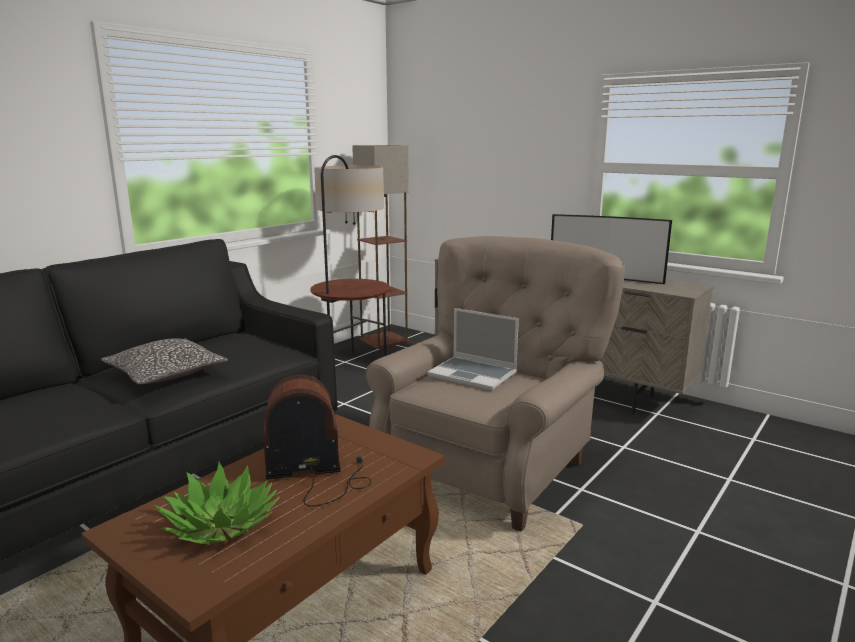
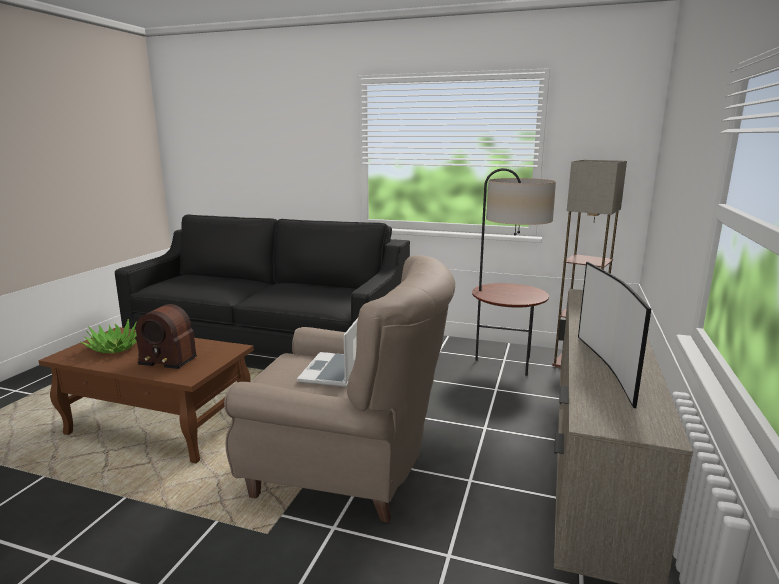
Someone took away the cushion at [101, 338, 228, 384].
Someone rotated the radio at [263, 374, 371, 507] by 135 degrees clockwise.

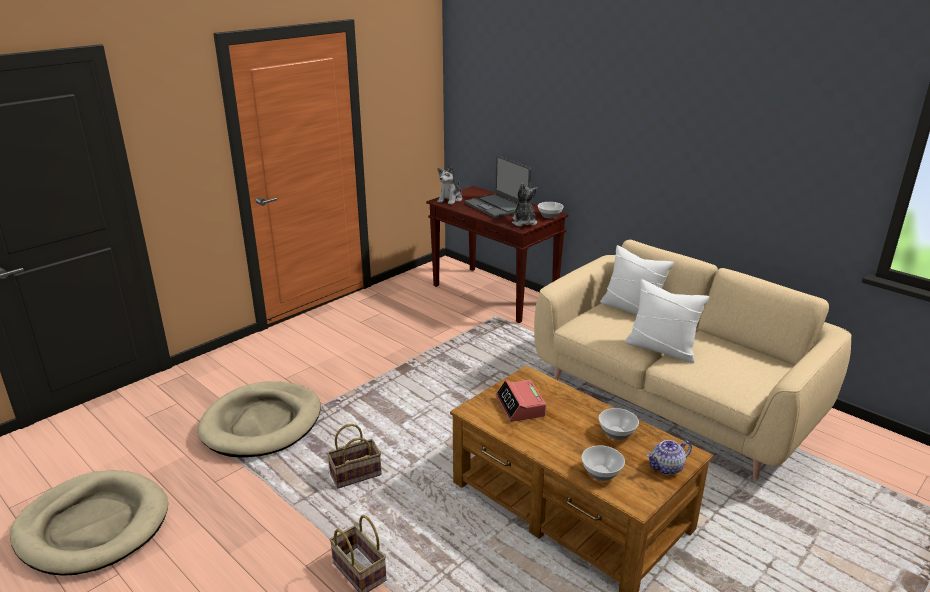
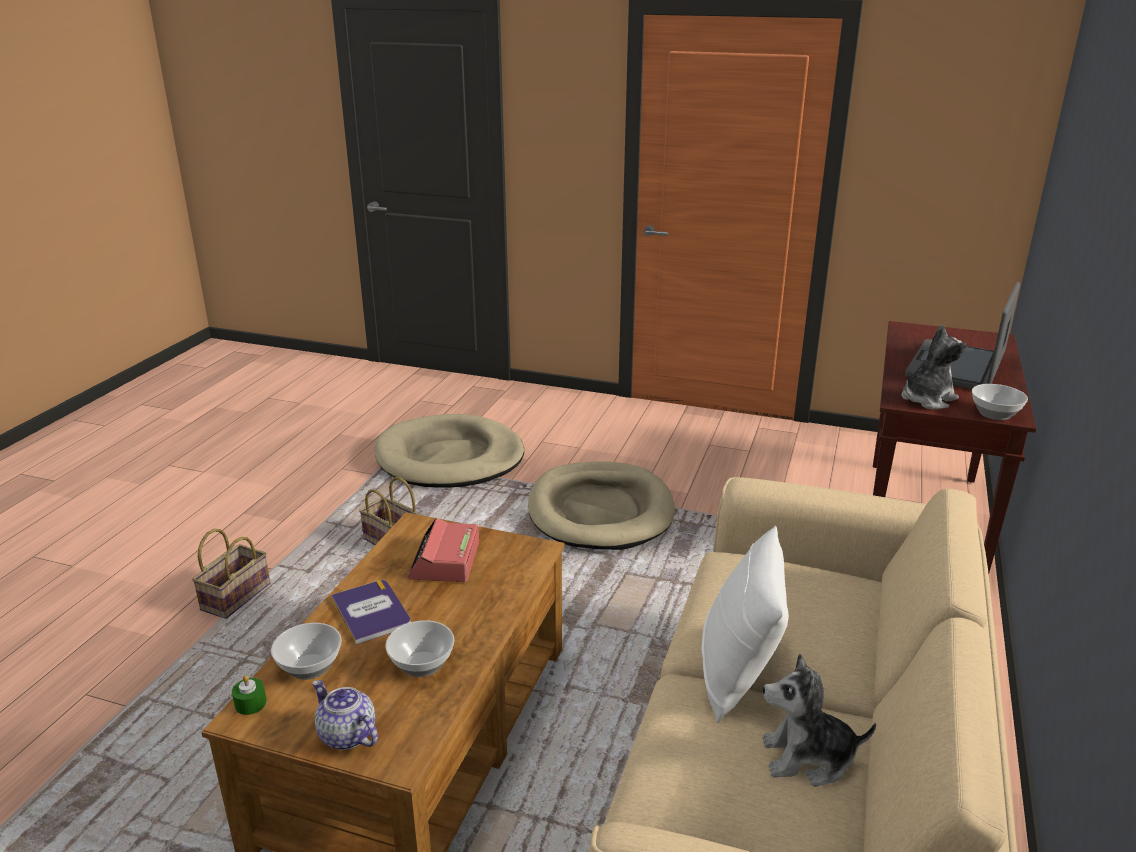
Someone took away the whitish cushion at [600, 245, 674, 315].
Someone put down the green wax light at [232, 675, 267, 715].
Someone put down the bound book at [331, 580, 410, 645].
Someone carried the sand-coloured dog bed from [10, 470, 168, 576] to [528, 461, 675, 550].
Someone carried the soft toy from [437, 165, 462, 205] to [762, 653, 876, 786].
Someone rotated the alarm clock at [496, 380, 546, 422] by 45 degrees counterclockwise.

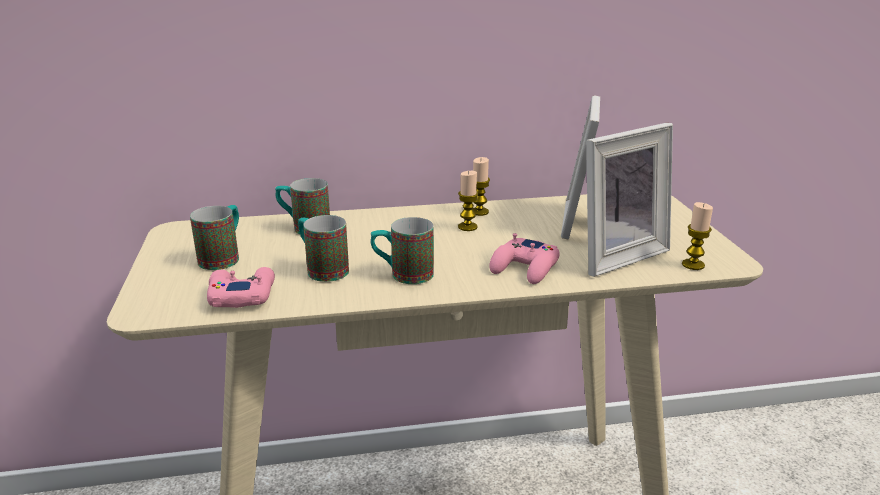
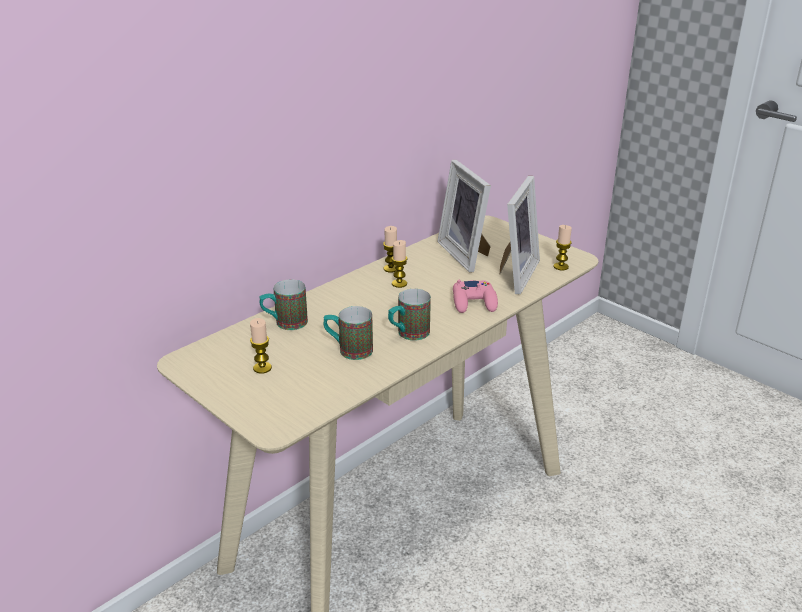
Someone took away the pink game controller at [207, 267, 275, 308].
Someone swapped the tea mug at [190, 205, 239, 270] for the wax light at [250, 318, 272, 374].

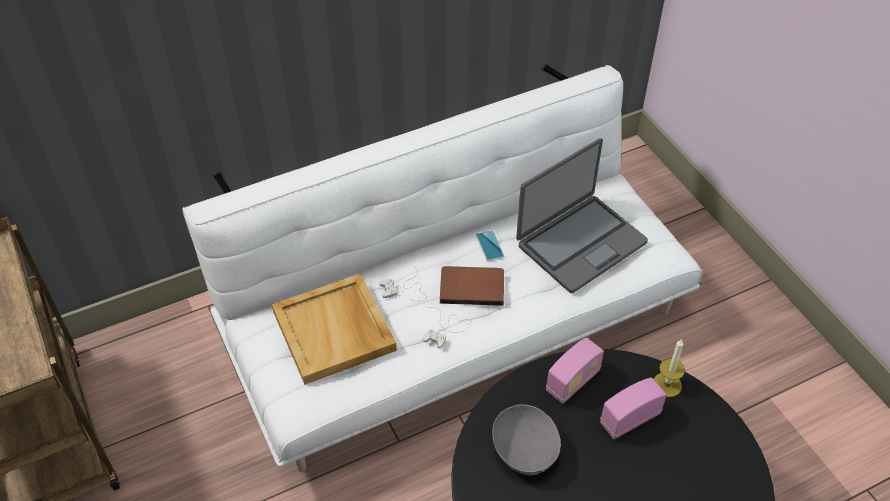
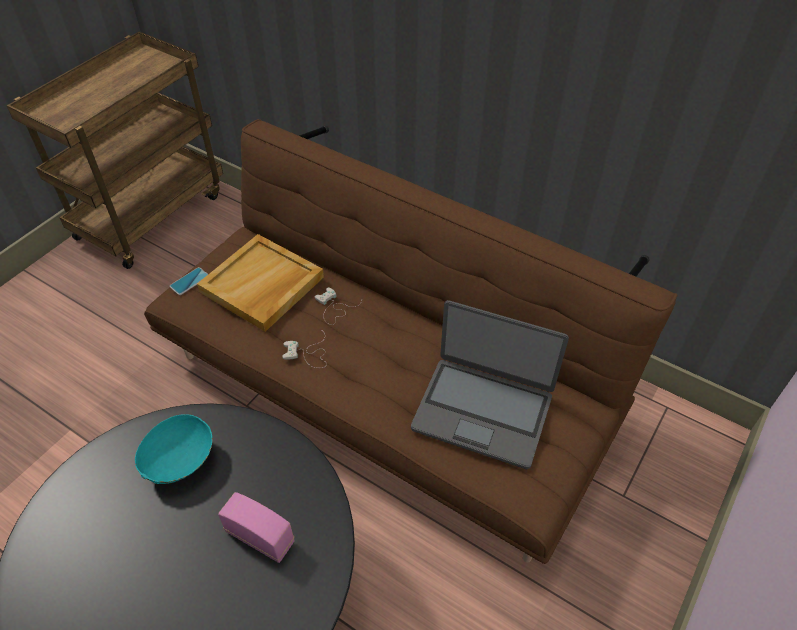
Someone took away the brown-coloured bound book at [440, 266, 504, 306].
Someone took away the radio at [546, 338, 604, 404].
Someone took away the wax light at [654, 339, 685, 397].
Someone carried the telephone from [476, 230, 504, 261] to [170, 267, 208, 295].
Someone repainted the whitish settee at [182, 64, 702, 472], which became the brown-coloured settee at [144, 119, 678, 564].
Someone repainted the grey bowl at [492, 404, 561, 475], which became the blue-green bowl at [135, 414, 213, 484].

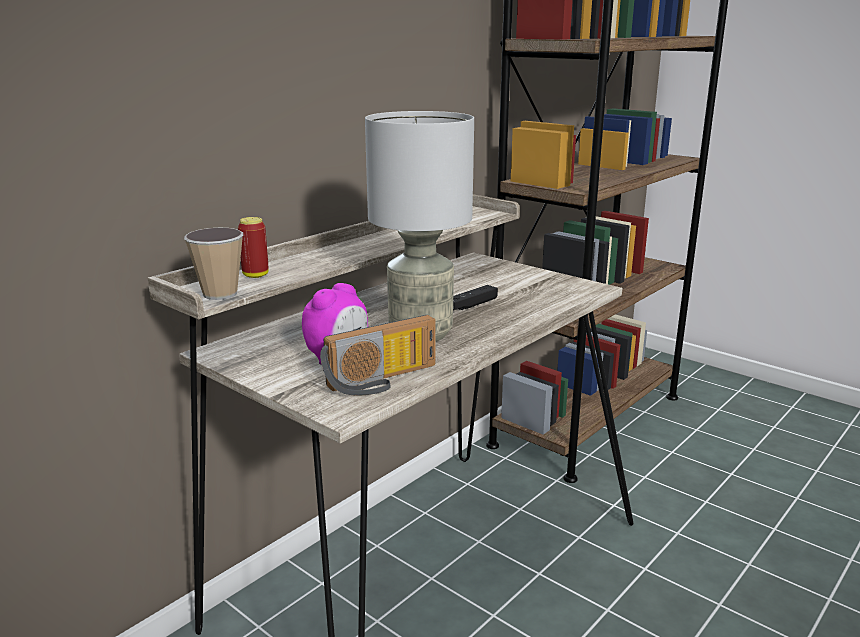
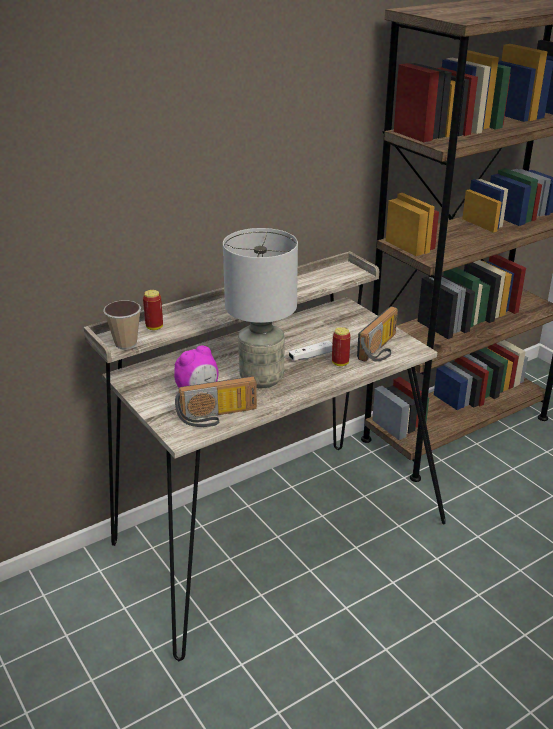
Someone put down the sealed can at [332, 327, 351, 366].
Someone put down the radio at [357, 306, 398, 362].
Someone repainted the black-coloured game controller at [453, 285, 498, 310], which became the whitish game controller at [289, 340, 332, 361].

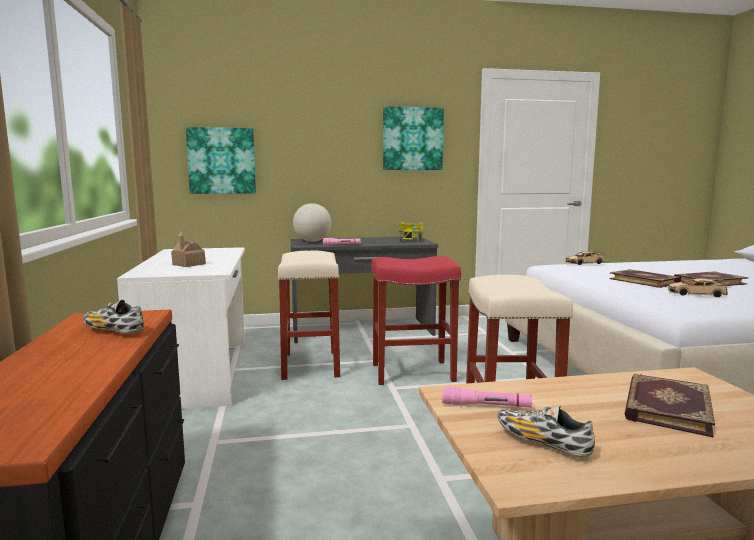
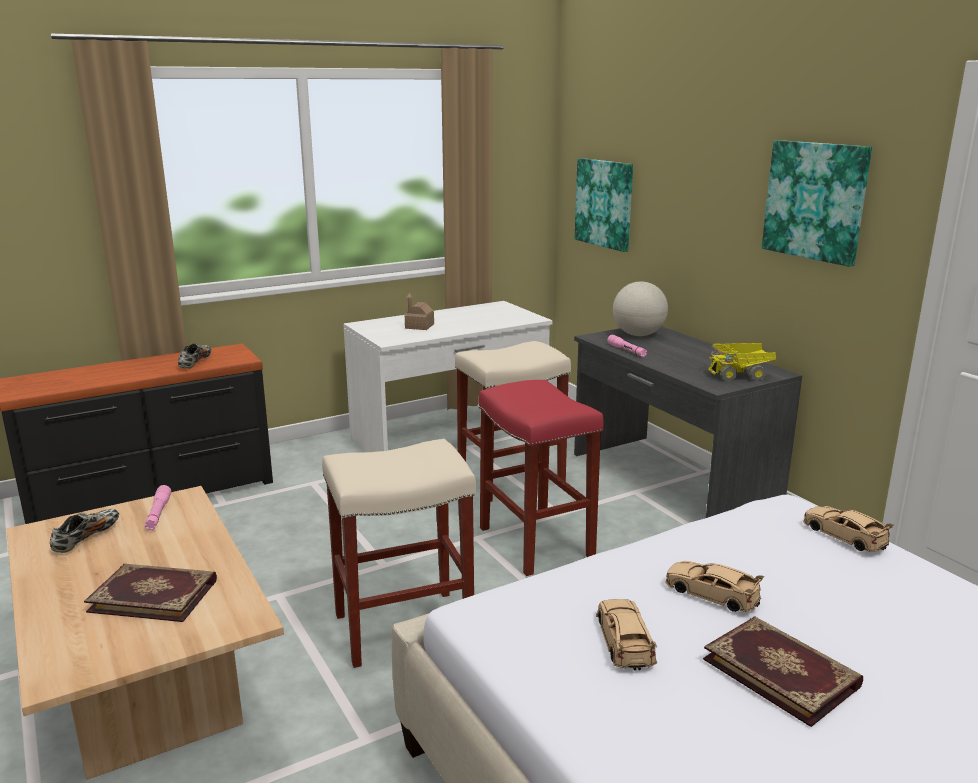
Someone swapped the bound book at [609, 269, 681, 288] for the sand-coloured miniature car at [666, 561, 764, 612].

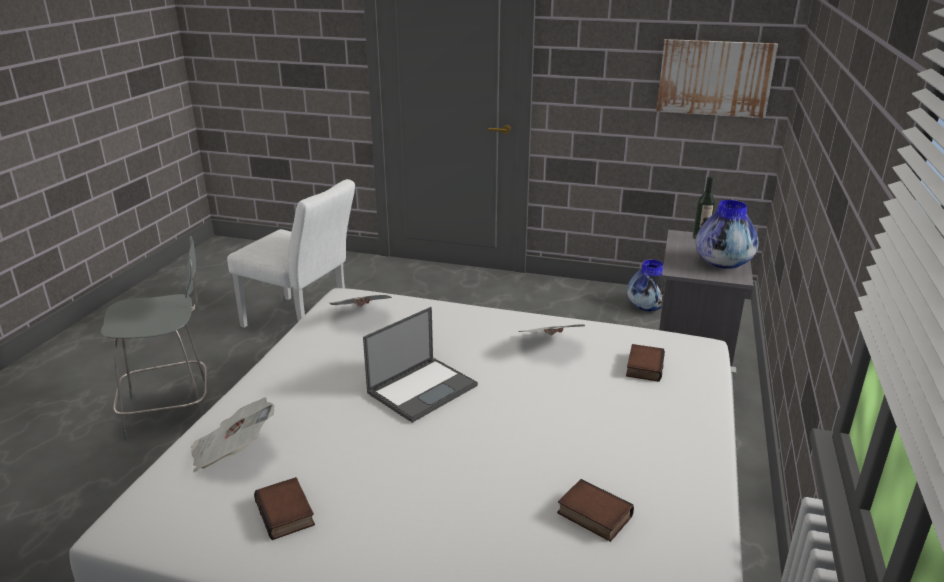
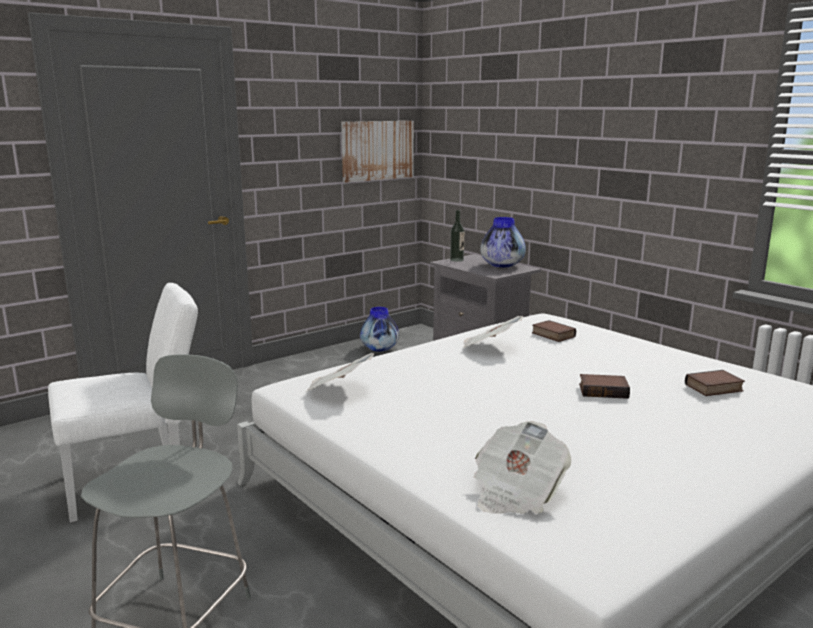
Someone took away the laptop at [363, 307, 478, 423].
Someone carried the bound book from [254, 477, 315, 540] to [579, 374, 630, 399].

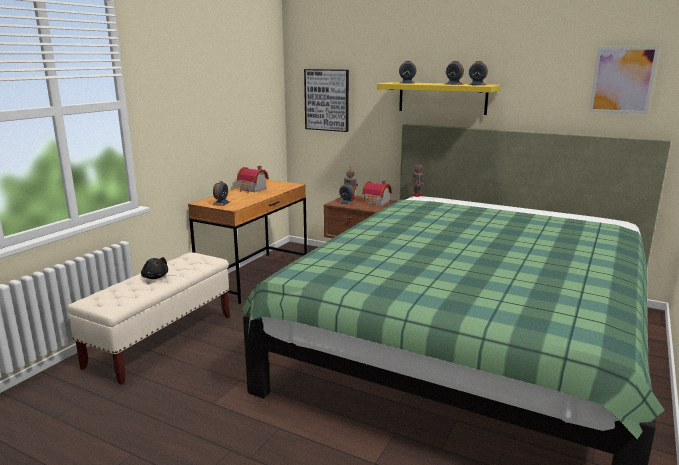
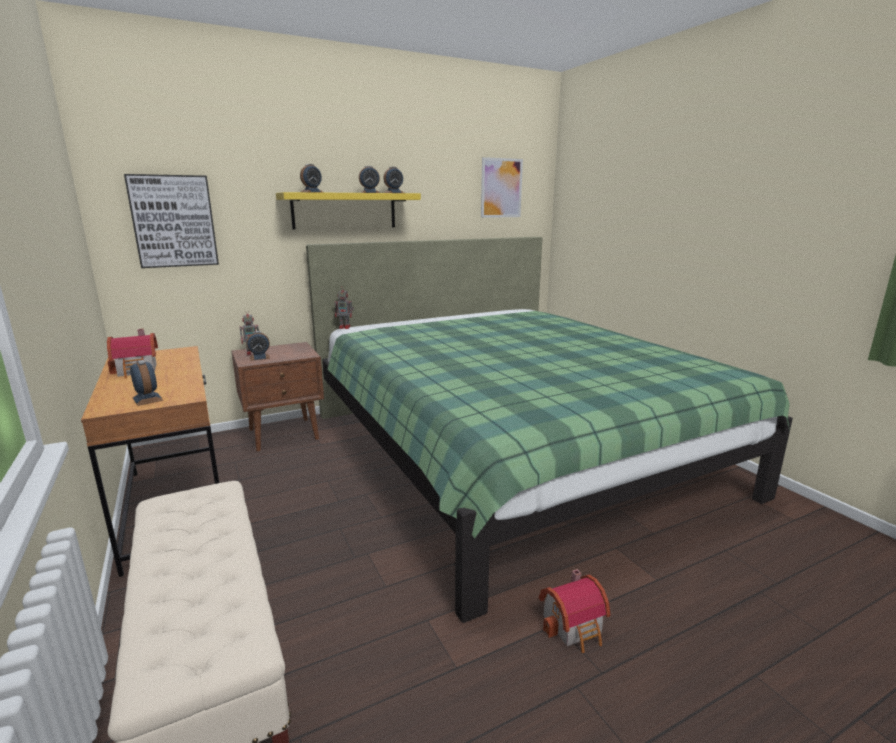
Someone took away the black-coloured soft toy at [141, 257, 168, 279].
Someone carried the miniature house from [362, 180, 392, 207] to [539, 569, 610, 653].

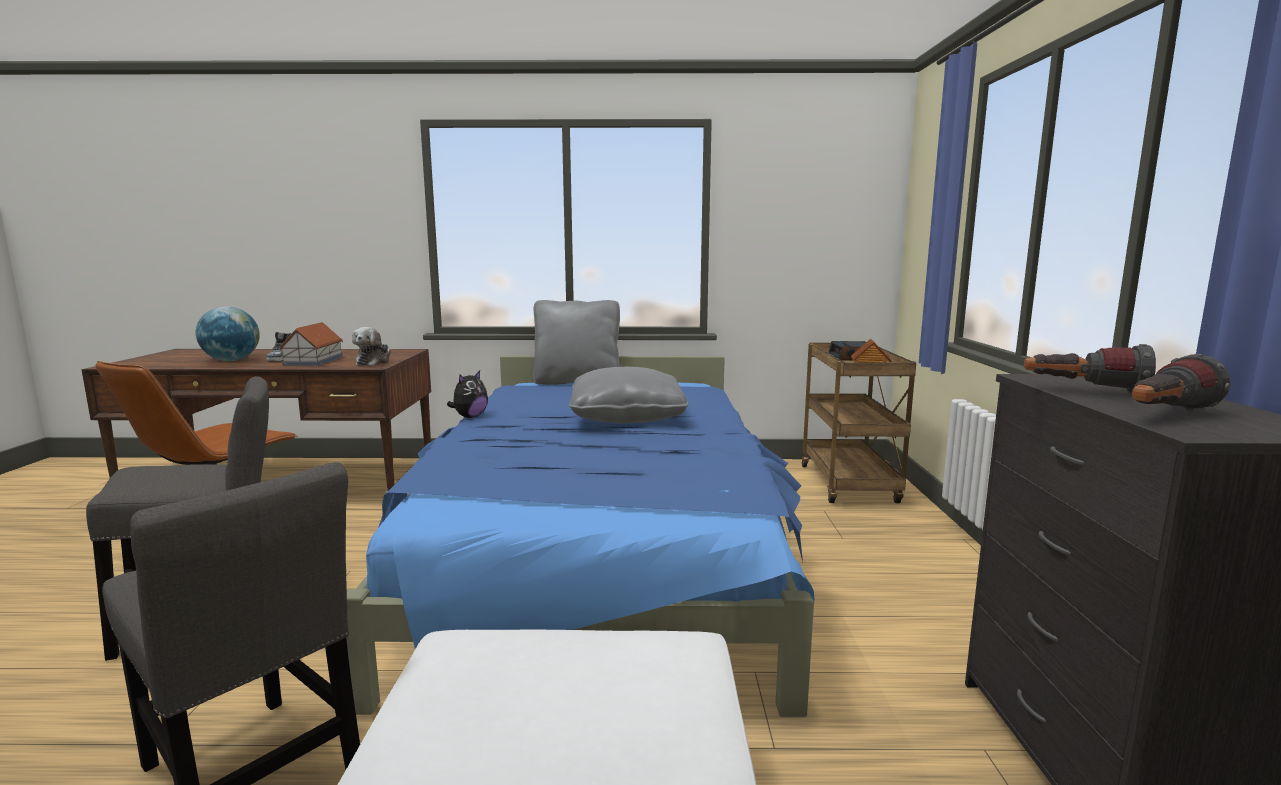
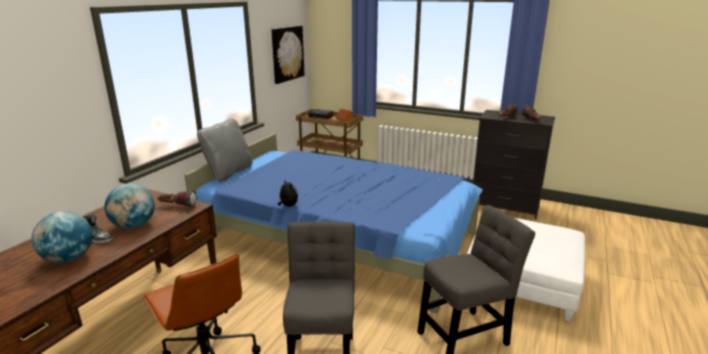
Someone took away the grey cushion at [569, 367, 689, 423].
Someone put up the picture at [271, 26, 305, 84].
Someone swapped the miniature house at [279, 322, 343, 366] for the globe at [105, 184, 155, 229].
Someone swapped the soft toy at [352, 327, 391, 366] for the flashlight at [157, 191, 196, 207].

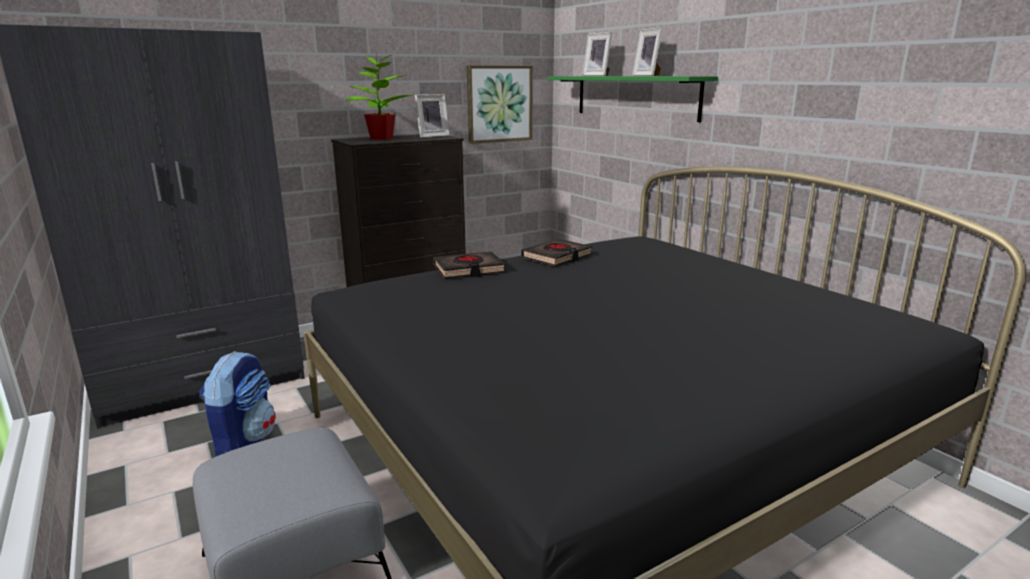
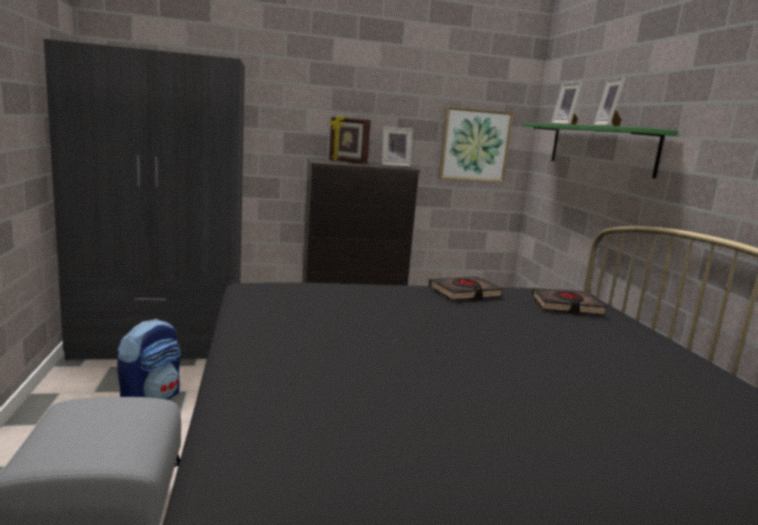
Someone carried the black-coloured bound book from [433, 251, 505, 279] to [532, 288, 607, 315].
Someone swapped the plant in a pot at [345, 50, 412, 140] for the picture frame at [329, 115, 371, 164].

